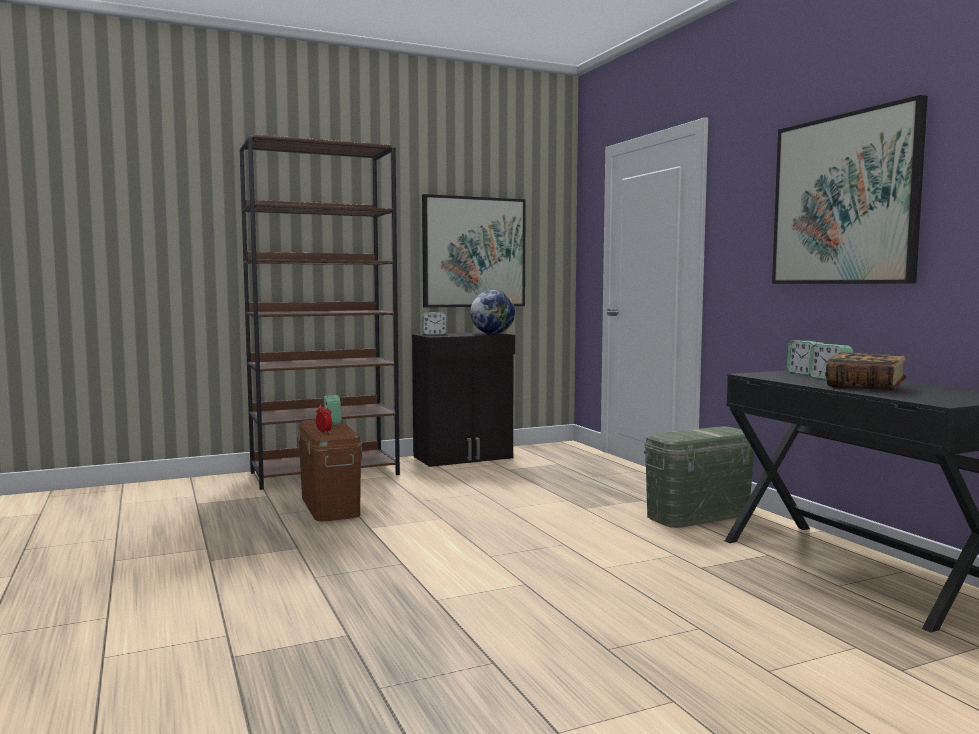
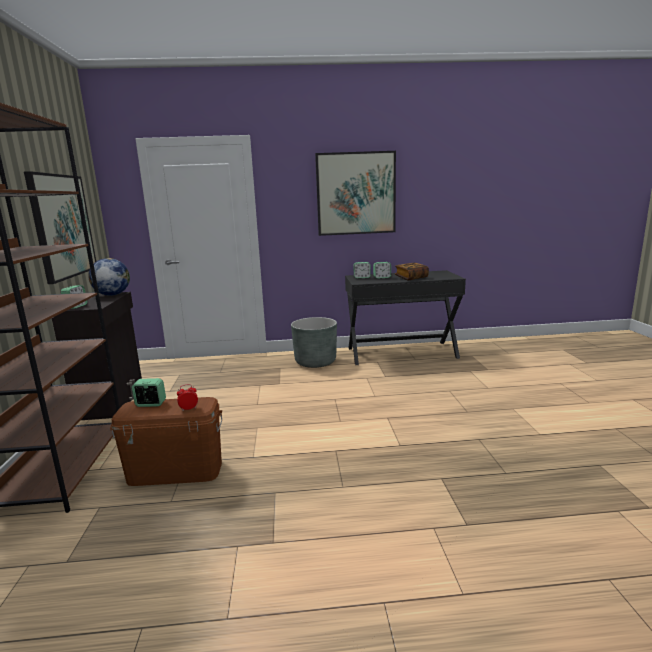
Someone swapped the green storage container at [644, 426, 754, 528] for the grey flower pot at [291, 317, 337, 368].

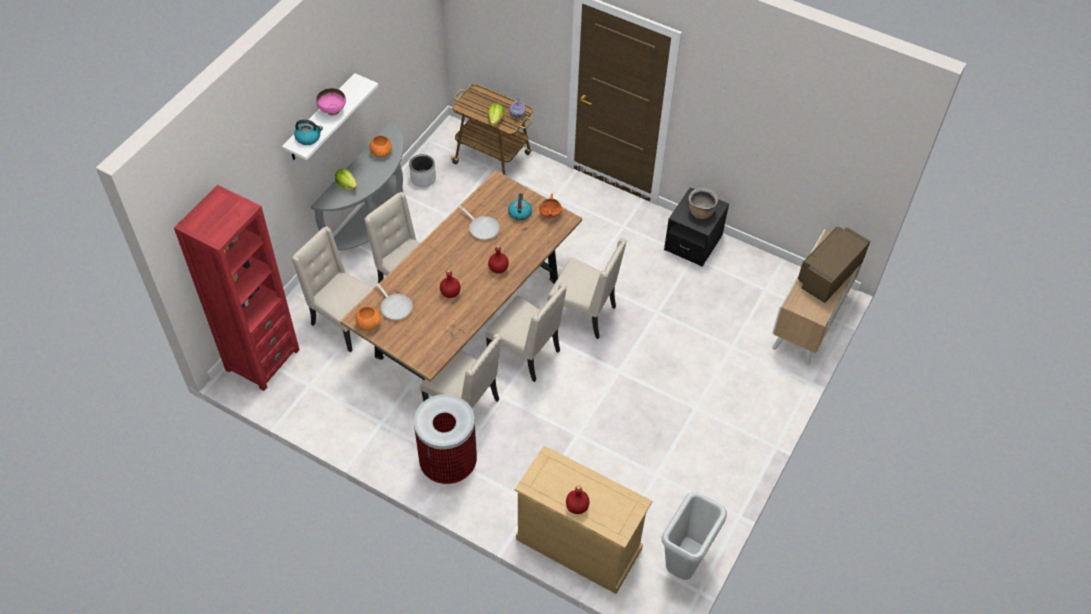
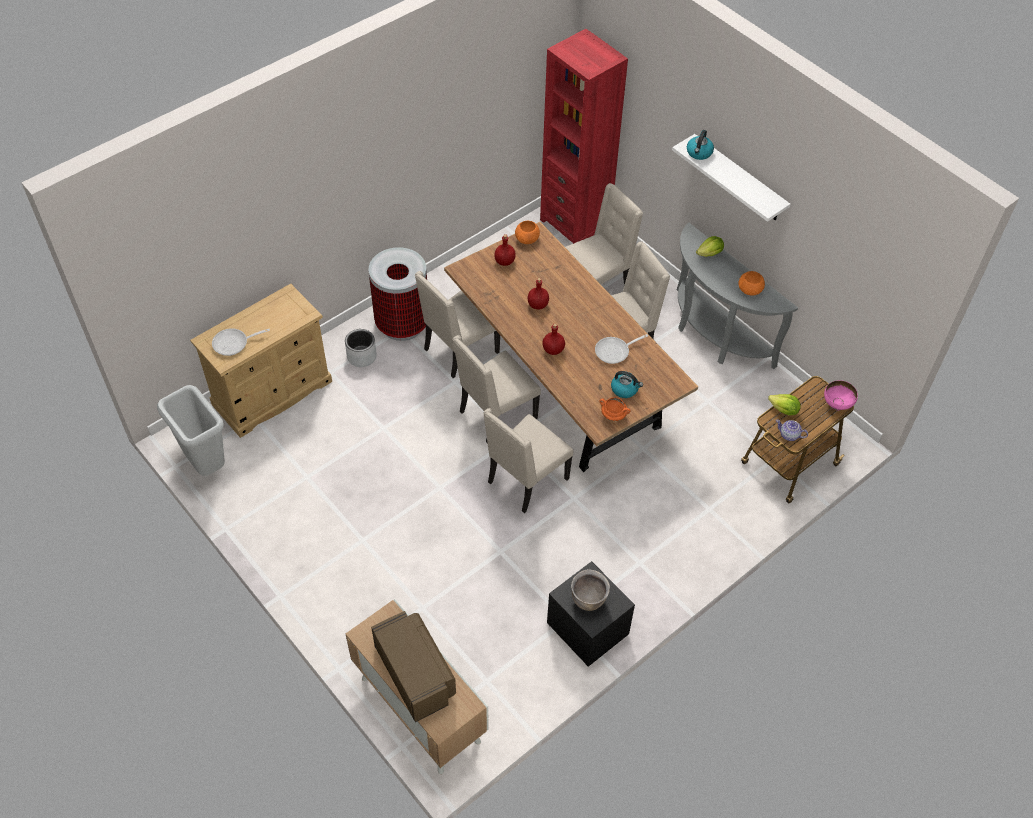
Someone carried the pink bowl from [316, 88, 346, 115] to [824, 380, 858, 411].
Someone carried the frying pan from [374, 281, 413, 320] to [212, 328, 270, 356].
Someone carried the grey flower pot from [409, 154, 436, 187] to [345, 329, 377, 367].
Someone carried the reddish bottle from [566, 486, 589, 514] to [494, 234, 516, 266].

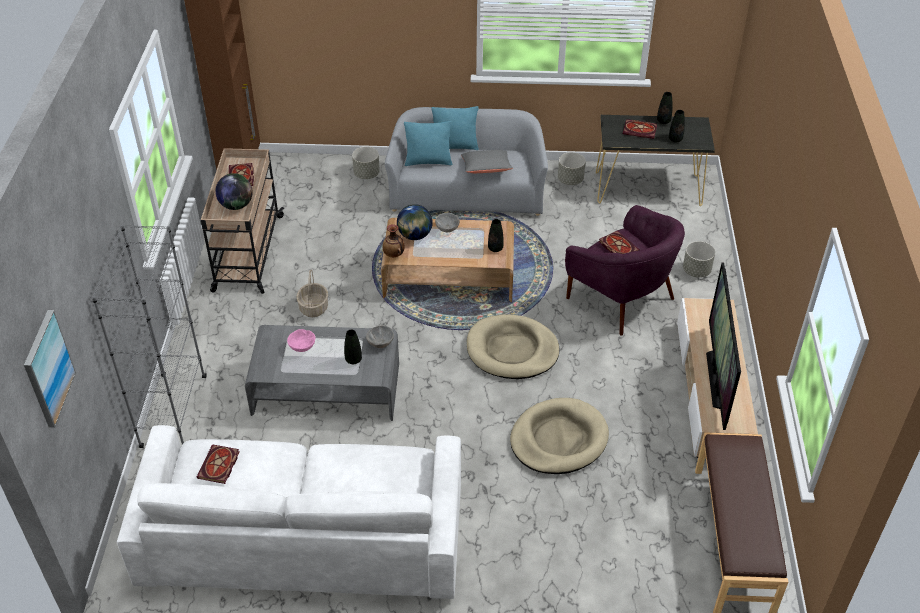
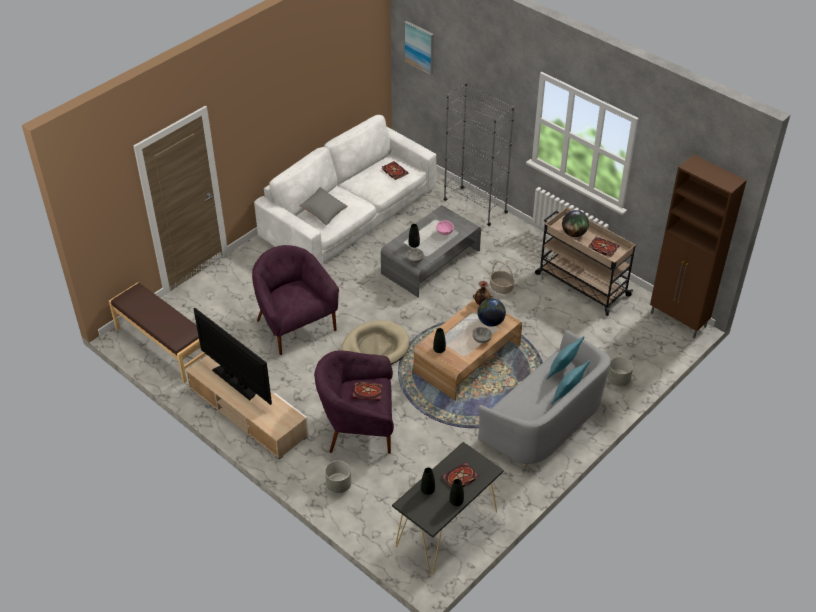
Someone took away the grey flower pot at [558, 152, 586, 185].
Someone carried the grey cushion from [461, 150, 513, 173] to [299, 187, 347, 225].
Someone swapped the sand-coloured dog bed at [510, 398, 609, 474] for the purple-coloured easy chair at [252, 245, 339, 355].

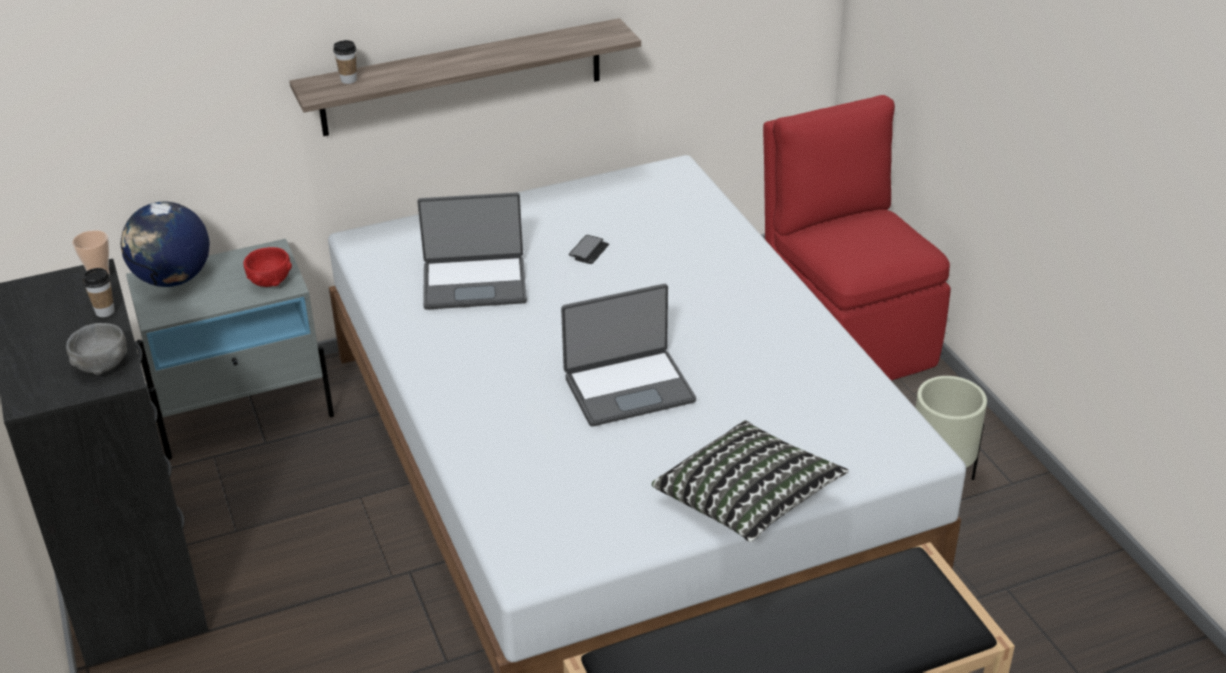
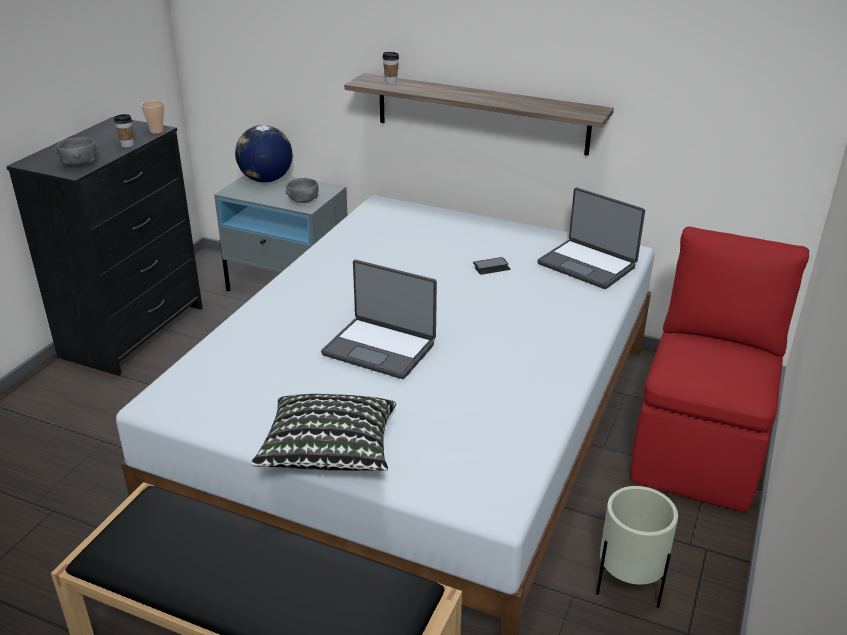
Someone carried the laptop from [417, 193, 527, 310] to [537, 187, 645, 289].
Someone repainted the reddish bowl at [243, 247, 292, 287], which became the grey bowl at [286, 178, 319, 203].

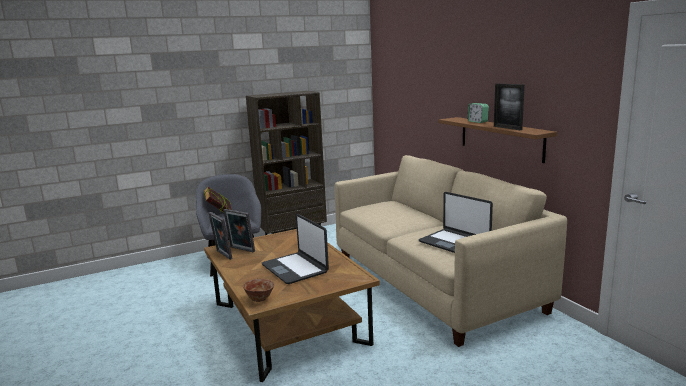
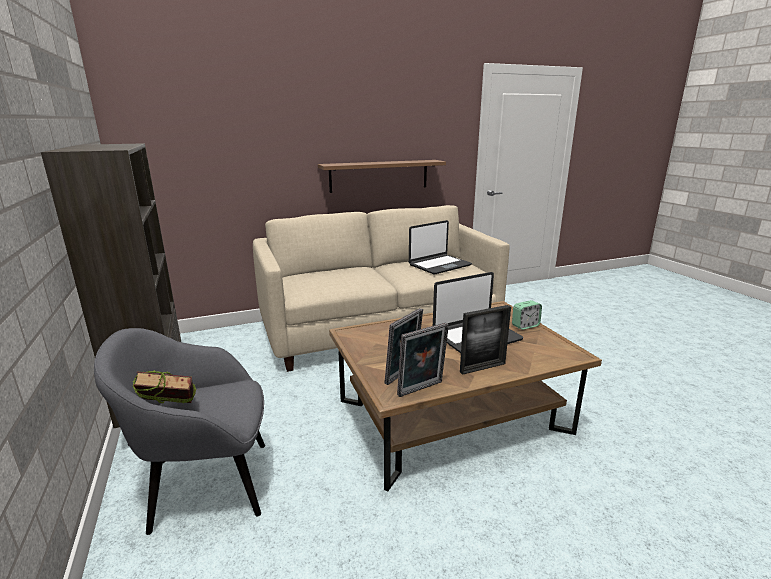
Someone took away the bowl at [243, 279, 274, 302].
Someone carried the alarm clock from [468, 103, 489, 123] to [512, 300, 542, 330].
Someone carried the picture frame from [494, 83, 525, 130] to [460, 305, 511, 375].

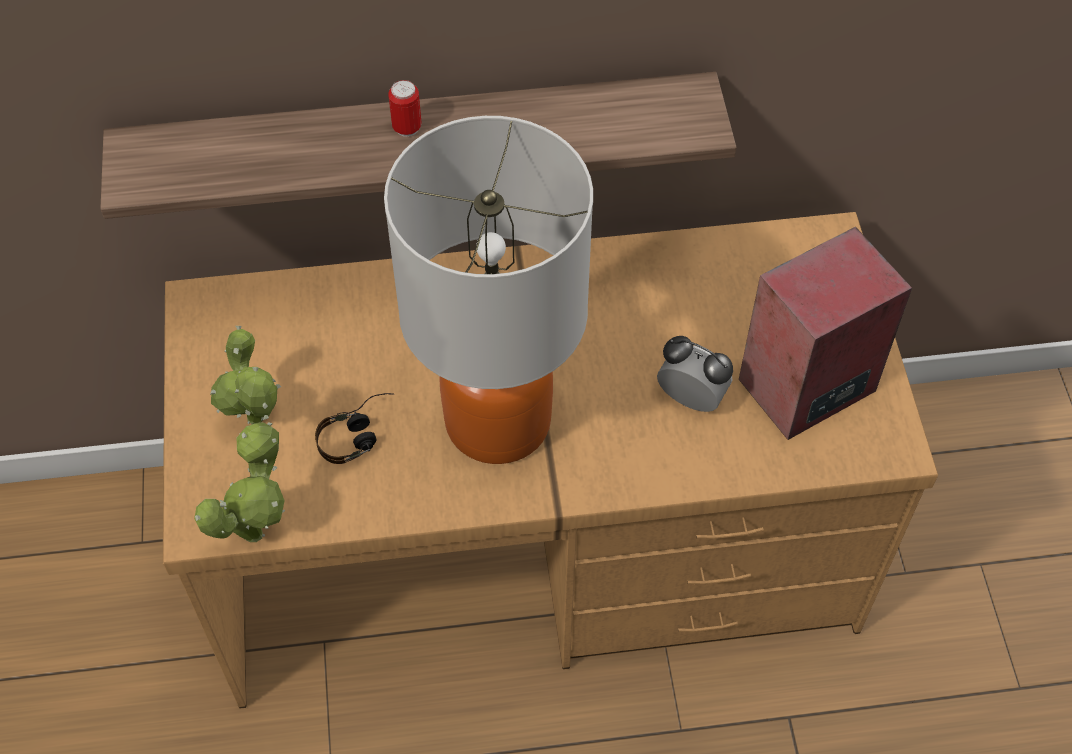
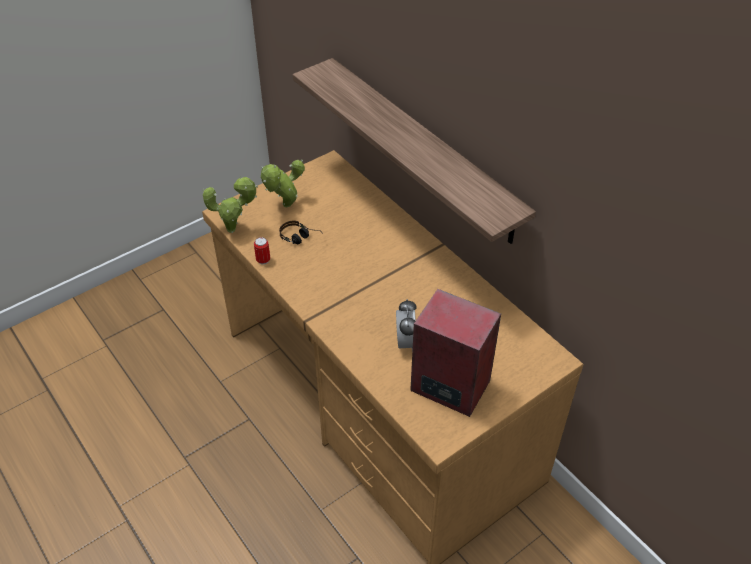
Someone took away the table lamp at [384, 116, 593, 464].
Someone carried the sealed can from [388, 80, 422, 137] to [254, 237, 270, 265].

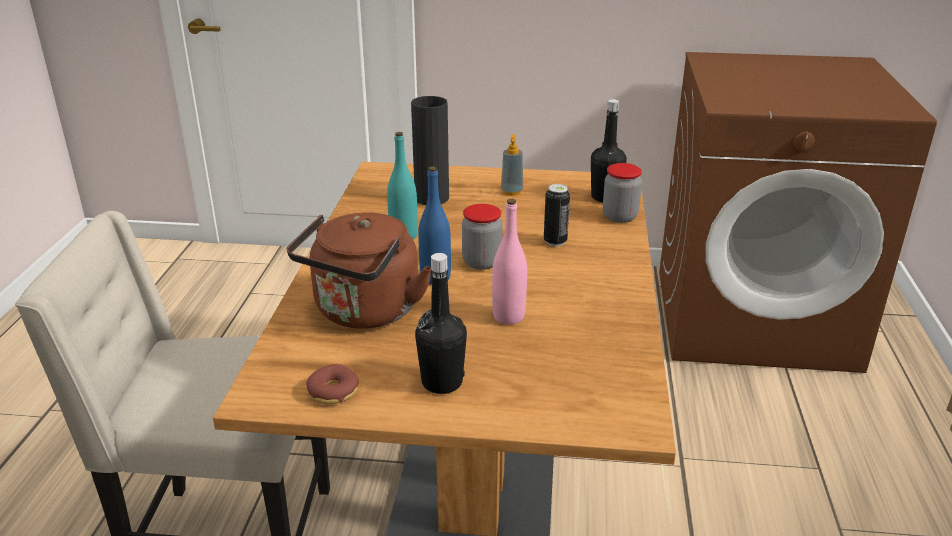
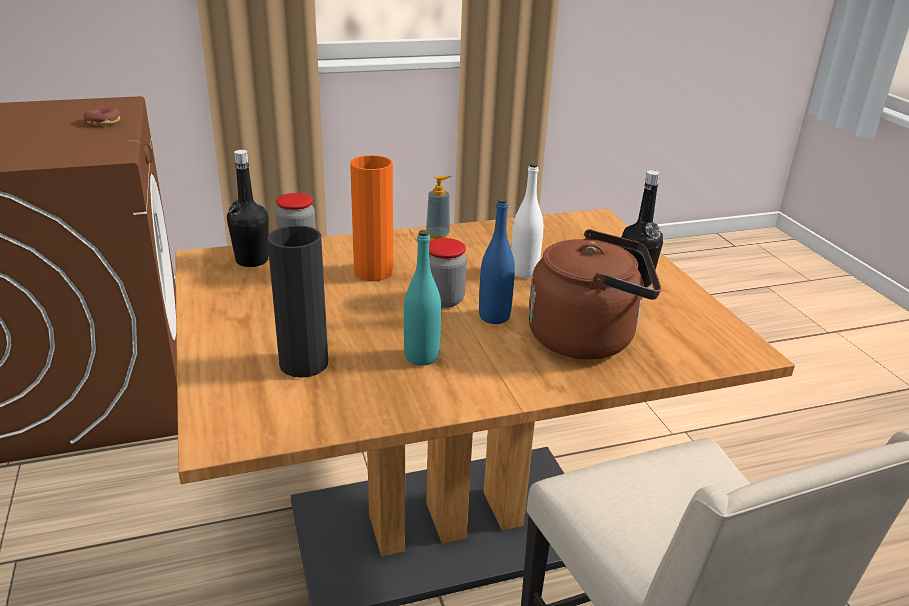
Someone carried the ring doughnut from [306, 364, 359, 404] to [84, 107, 120, 126].
Someone carried the liquid soap bottle from [501, 134, 523, 196] to [426, 175, 451, 239].
Someone swapped the sealed can at [544, 184, 570, 246] for the orangey vase at [350, 155, 393, 281].
Someone repainted the pink bottle at [492, 199, 527, 325], which became the whitish bottle at [511, 163, 543, 278].

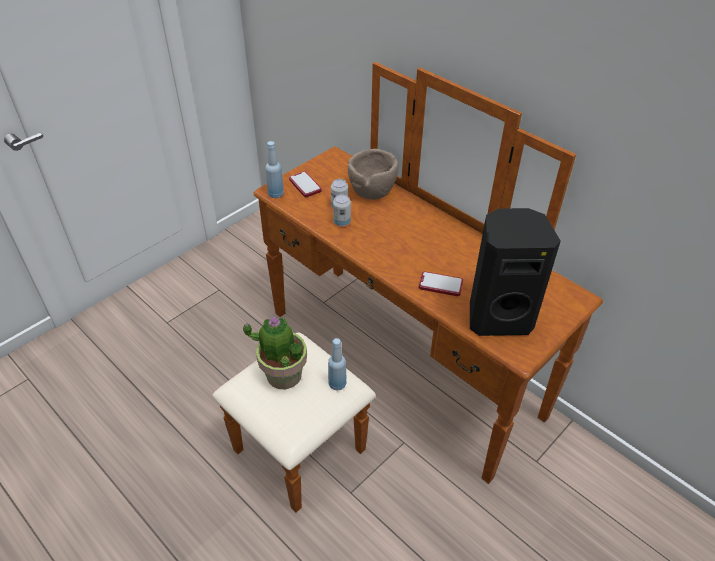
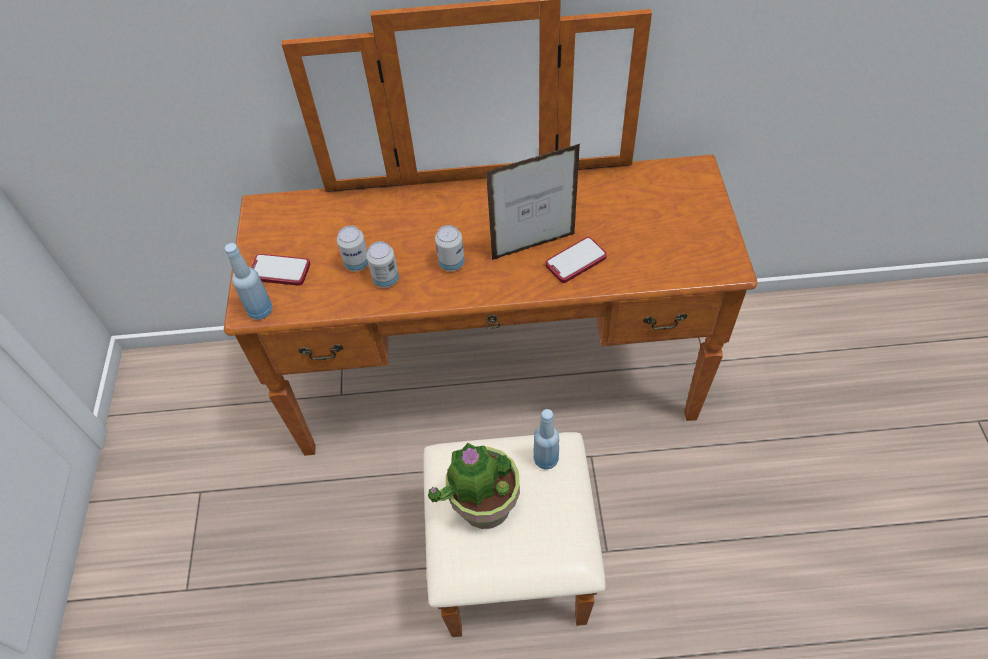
Someone took away the brown-coloured bowl at [348, 149, 398, 199].
Someone took away the black-coloured loudspeaker at [470, 208, 561, 336].
Someone put down the sealed can at [435, 225, 465, 271].
Someone put down the picture frame at [486, 144, 580, 260].

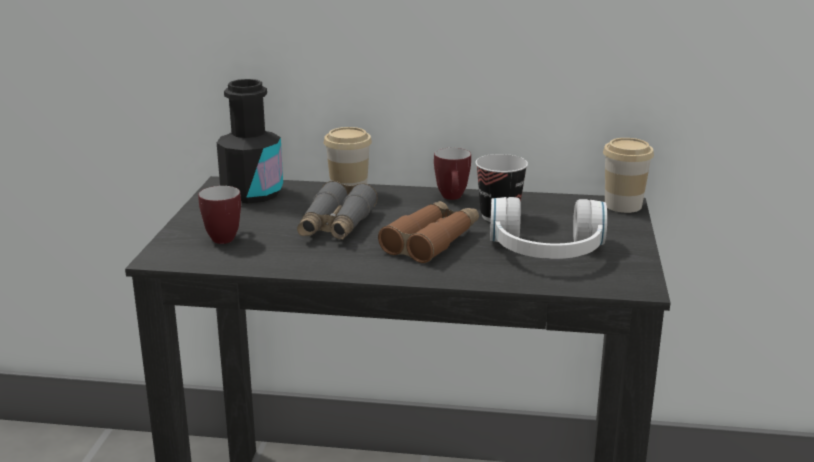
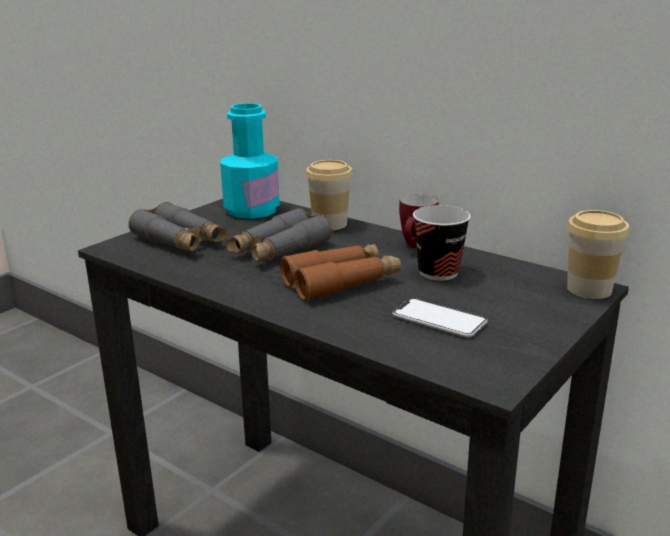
Someone swapped the tea mug at [198, 186, 241, 244] for the grey binoculars at [128, 202, 227, 251].
Someone swapped the whitish headphones at [490, 197, 607, 259] for the telephone at [392, 298, 488, 337].
Someone repainted the black-coloured bottle at [217, 79, 283, 203], which became the blue-green bottle at [220, 103, 280, 219].

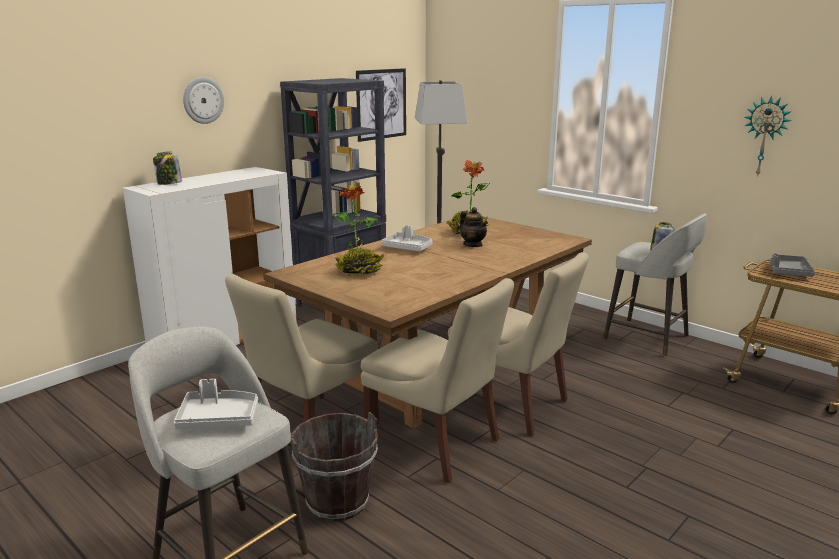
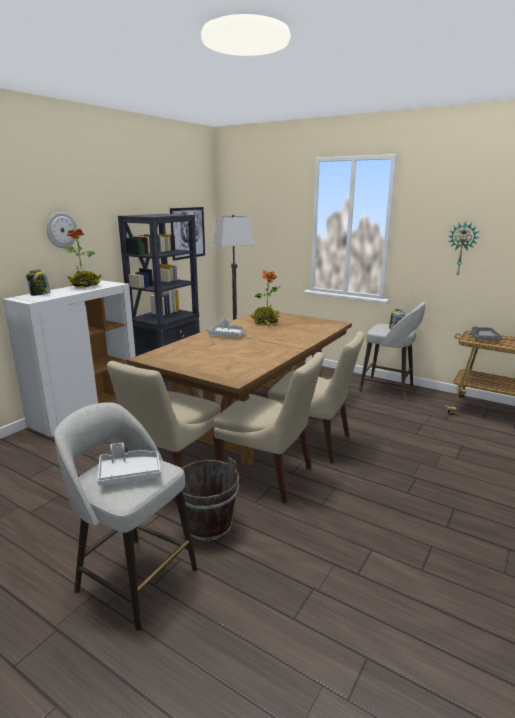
Someone took away the teapot at [460, 207, 488, 247].
Someone carried the plant in a pot from [332, 185, 384, 277] to [63, 228, 101, 288].

